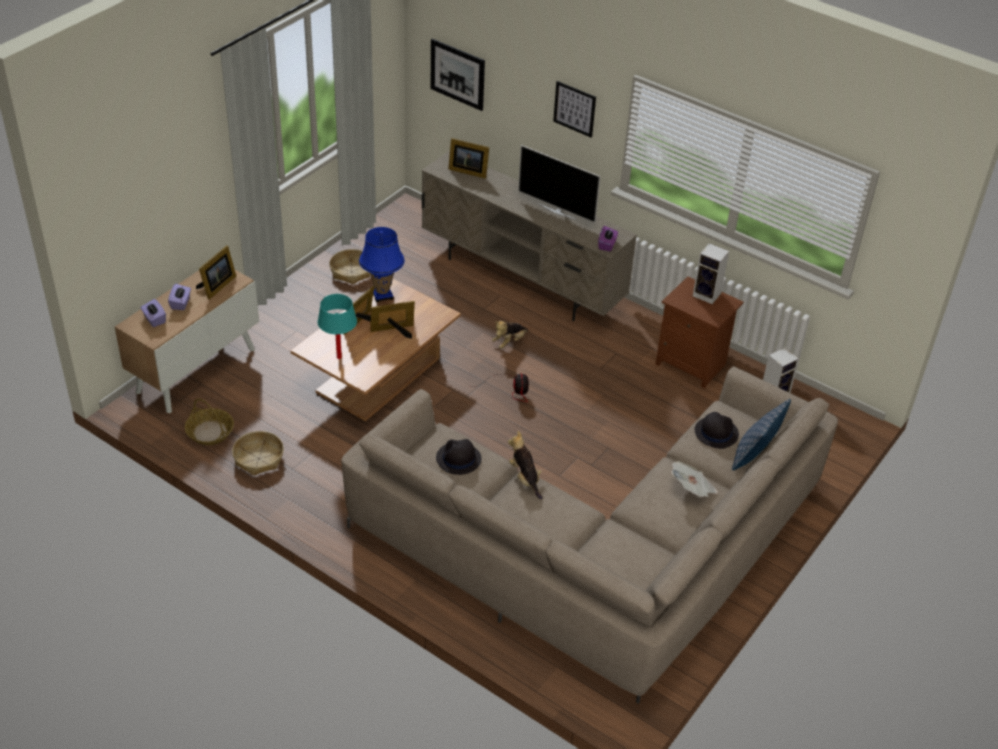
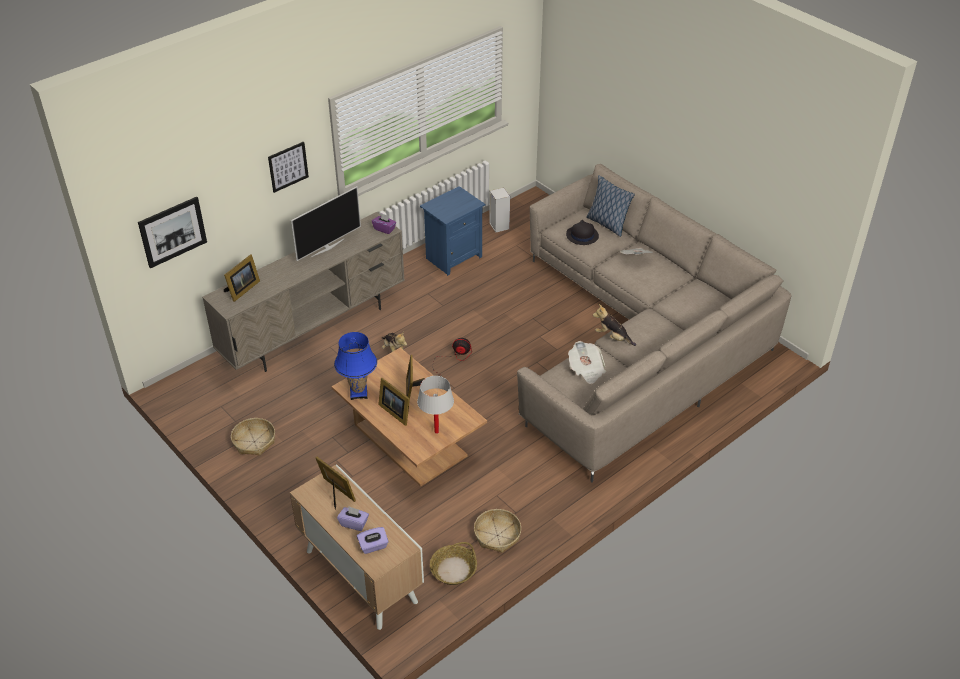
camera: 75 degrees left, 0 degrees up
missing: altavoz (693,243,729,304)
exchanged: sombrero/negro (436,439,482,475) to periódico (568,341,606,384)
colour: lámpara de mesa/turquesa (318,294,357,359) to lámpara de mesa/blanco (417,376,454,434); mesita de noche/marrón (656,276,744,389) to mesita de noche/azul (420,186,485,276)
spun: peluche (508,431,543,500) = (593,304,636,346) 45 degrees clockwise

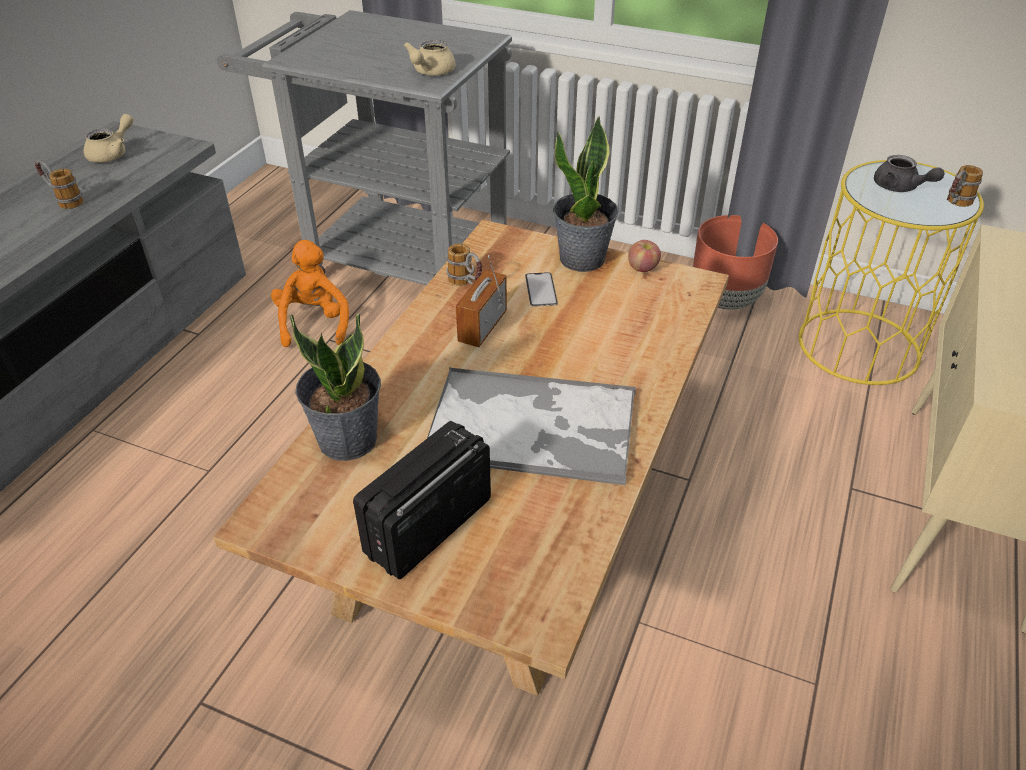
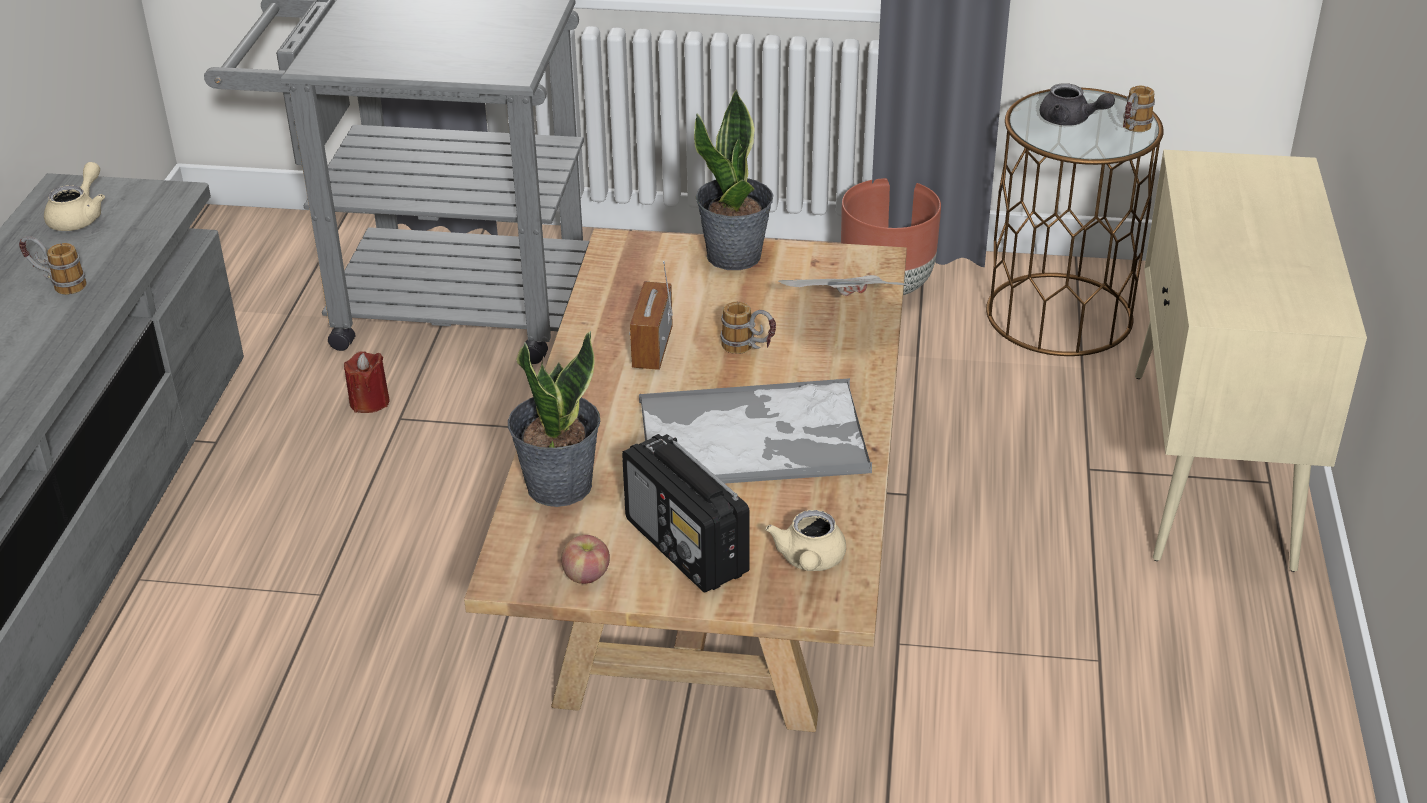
camera: 15 degrees left, 5 degrees down
missing: móvil (525,272,558,307)
appeared: periódico (779,275,915,296)
relocated: manzana (628,240,661,272) to (561,535,610,584); taza grande (447,244,482,286) to (720,301,776,354); tetera/beis (404,40,456,76) to (765,510,846,571)
exchanged: peluche/naranja (271,240,349,347) to vela/rojo (344,351,389,413)
colour: mesa auxiliar/amarillo (799,160,984,385) to mesa auxiliar/marrón (986,87,1164,356)
spun: radio (353,421,491,579) = (622,434,750,593) 60 degrees counterclockwise

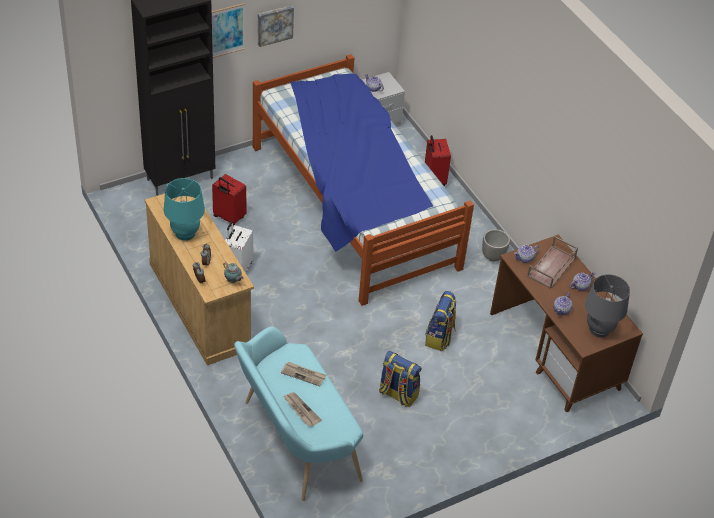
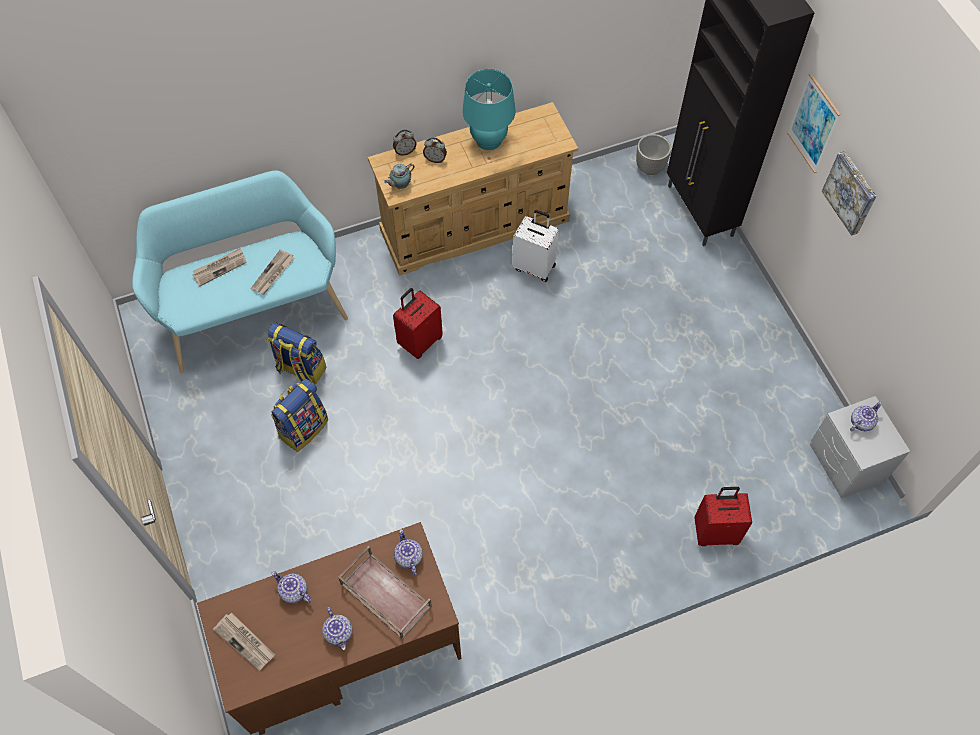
camera: 100 degrees right, 15 degrees up
missing: cama (253,54,474,306)
relocated: mochila (425,291,456,351) to (268,322,326,385); maleta/rojo (212,174,246,226) to (393,288,443,359); maceta (482,229,510,262) to (636,134,671,175)
exchanged: lámpara de mesa/gris (585,274,630,338) to periódico (213,612,275,671)

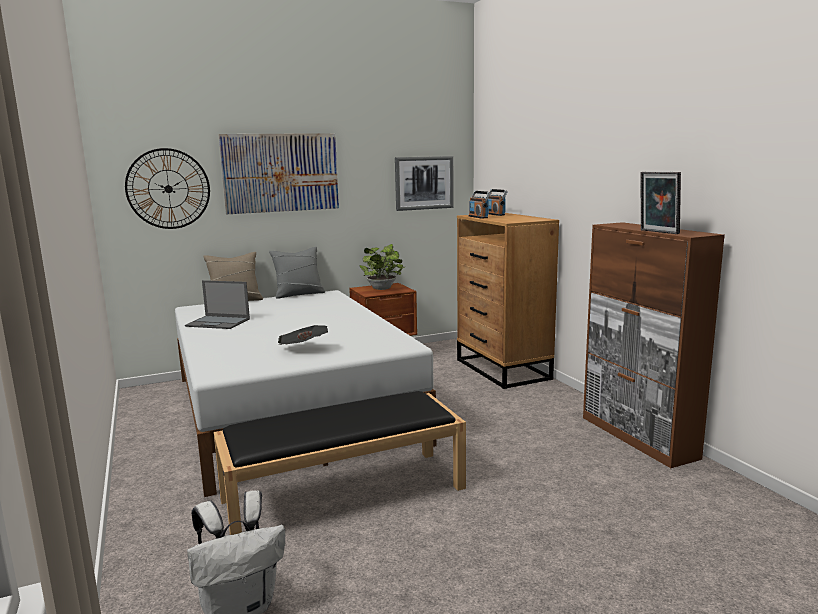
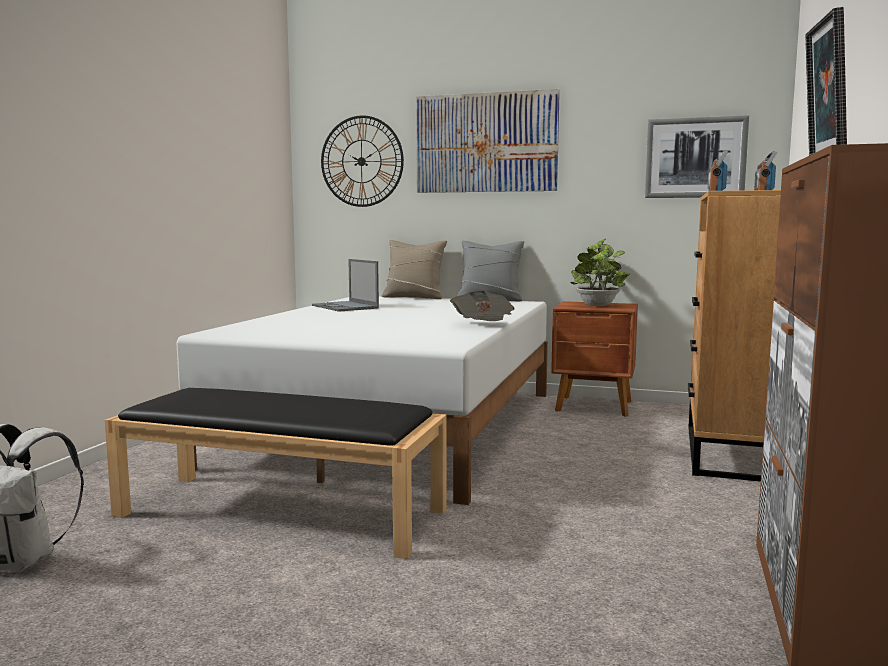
camera: 40 degrees right, 5 degrees down
relocated: periódico (278,325,328,345) to (450,291,515,321)

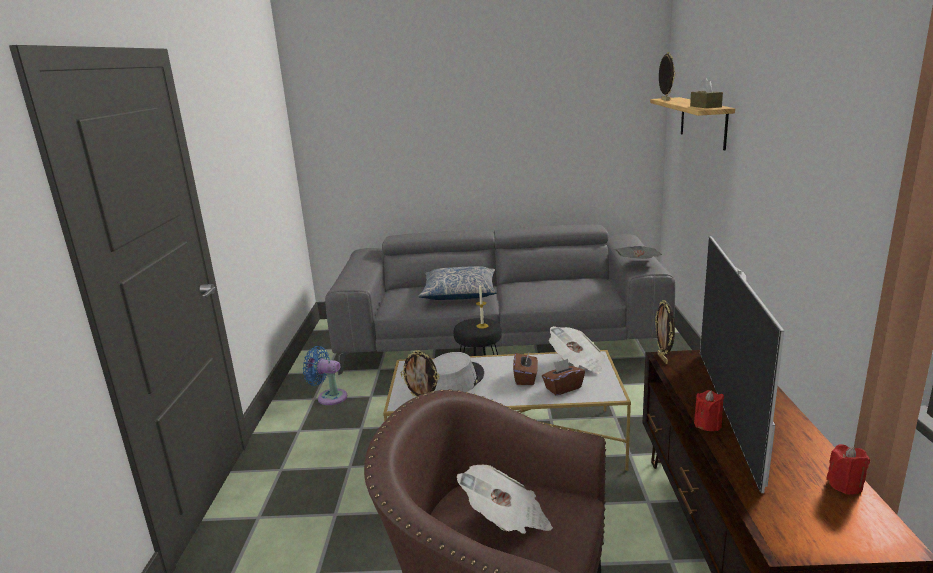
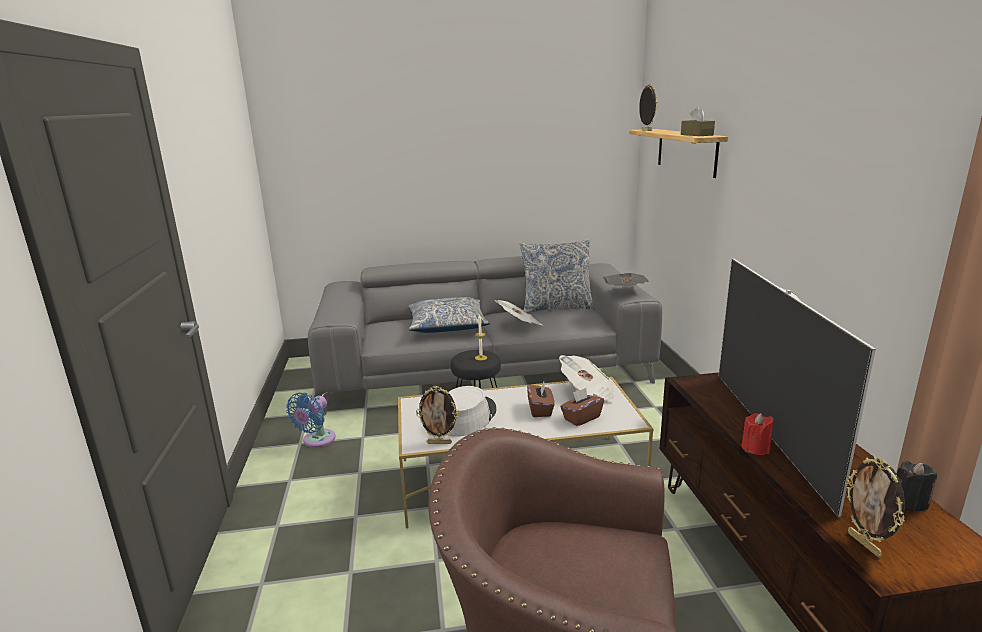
camera: 10 degrees left, 0 degrees up
appeared: cojín (520,239,595,313)
relocated: periódico (457,465,553,534) to (494,300,542,325); portarretratos (655,300,675,364) to (845,457,905,557)
colour: vela/rojo (826,444,870,494) to vela/negro (897,461,937,511)
spun: ventilador/azul (303,346,347,405) = (286,393,336,448) 75 degrees counterclockwise

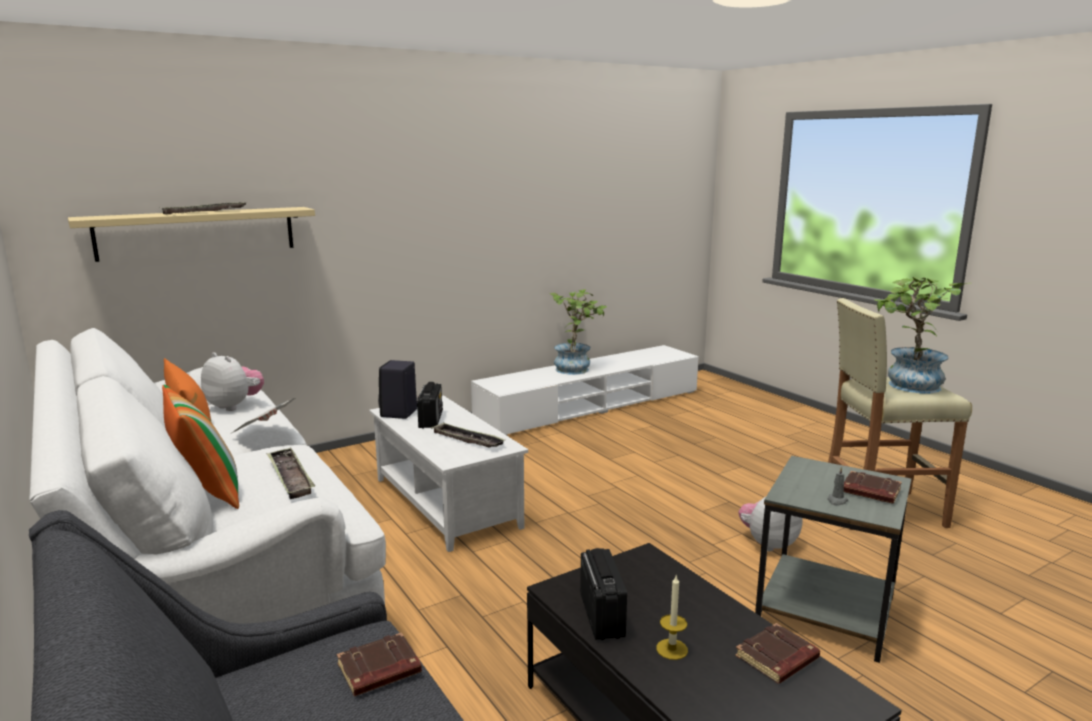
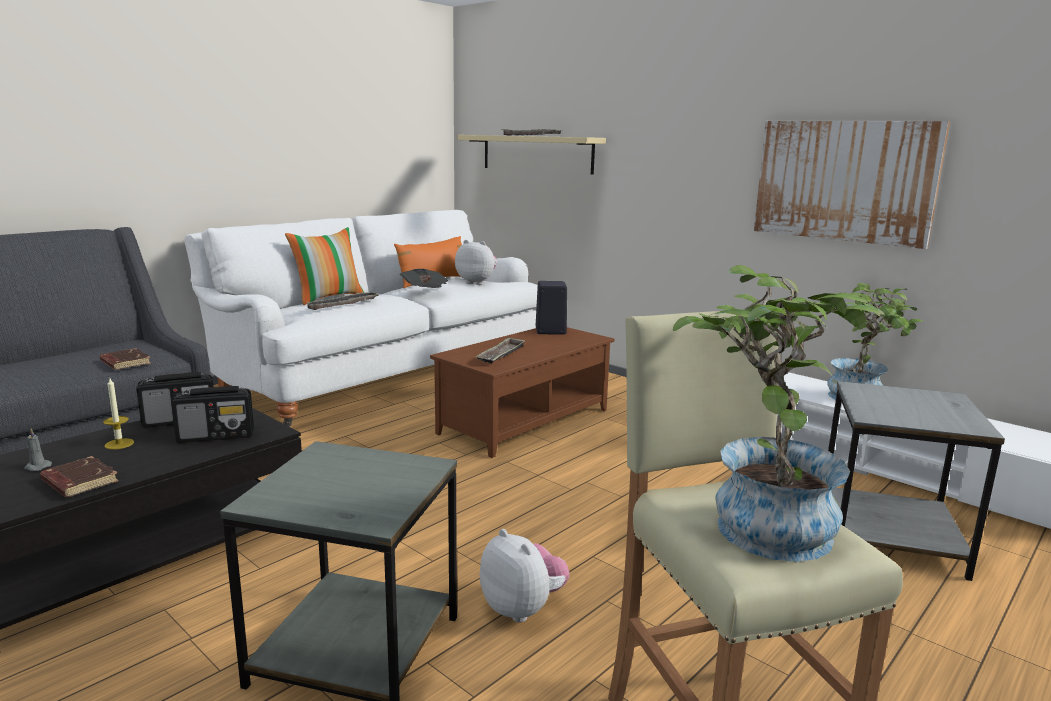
camera: 75 degrees right, 0 degrees up
missing: libro/marrón (844,471,902,504)
appeared: cuadro (754,121,950,249); mesa auxiliar/gris (828,381,1005,581)
relocated: vela/gris (828,467,848,506) to (24,428,52,471); radio (417,382,443,429) to (171,386,254,443)
colour: mesa de centro/blanco (369,396,528,552) to mesa de centro/marrón (430,327,614,458)
spun: peluche (201,352,264,411) = (455,240,497,285) 90 degrees counterclockwise

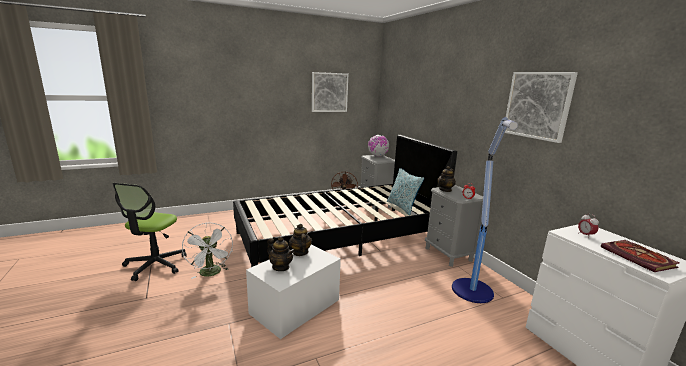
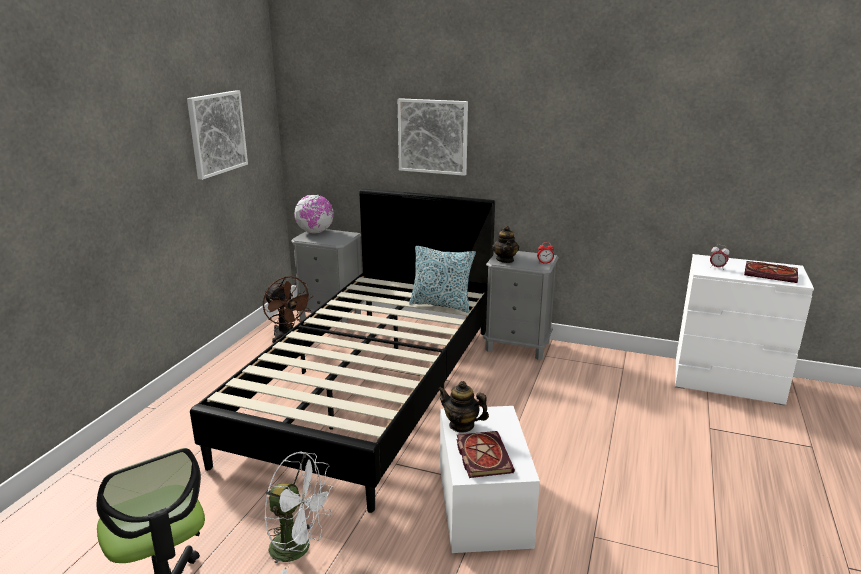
camera: 45 degrees left, 5 degrees up
missing: lámpara de pie (452,117,518,303)
relocated: cuadro (505,72,578,143) to (398,98,468,176)
exchanged: tetera (267,237,294,271) to libro (456,431,515,478)

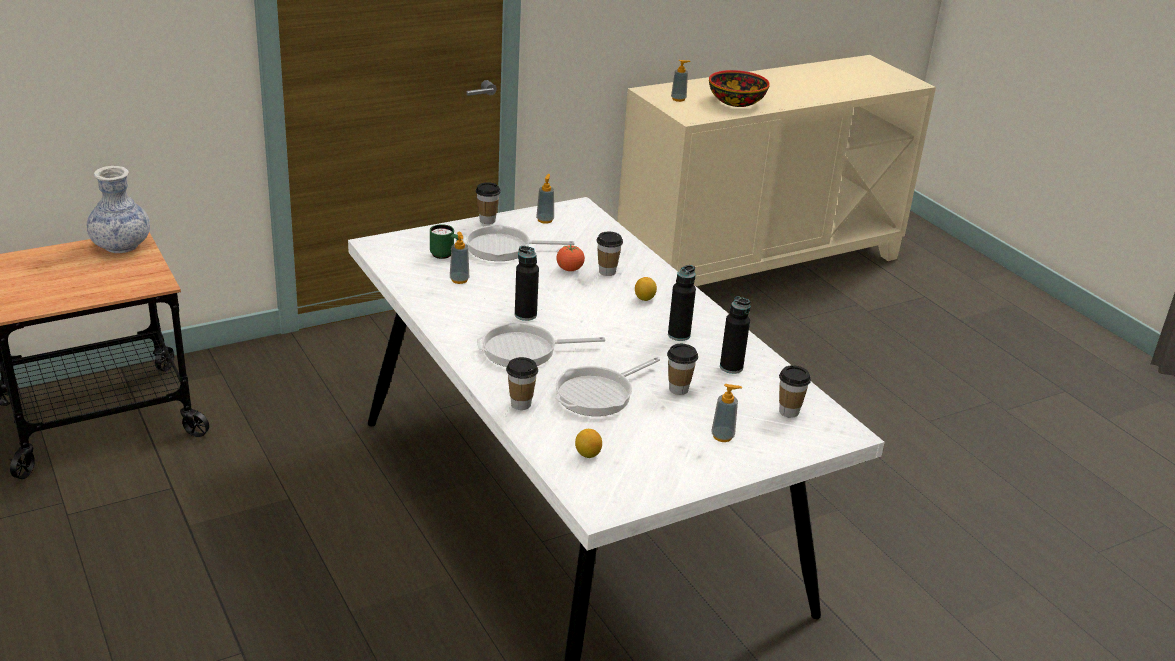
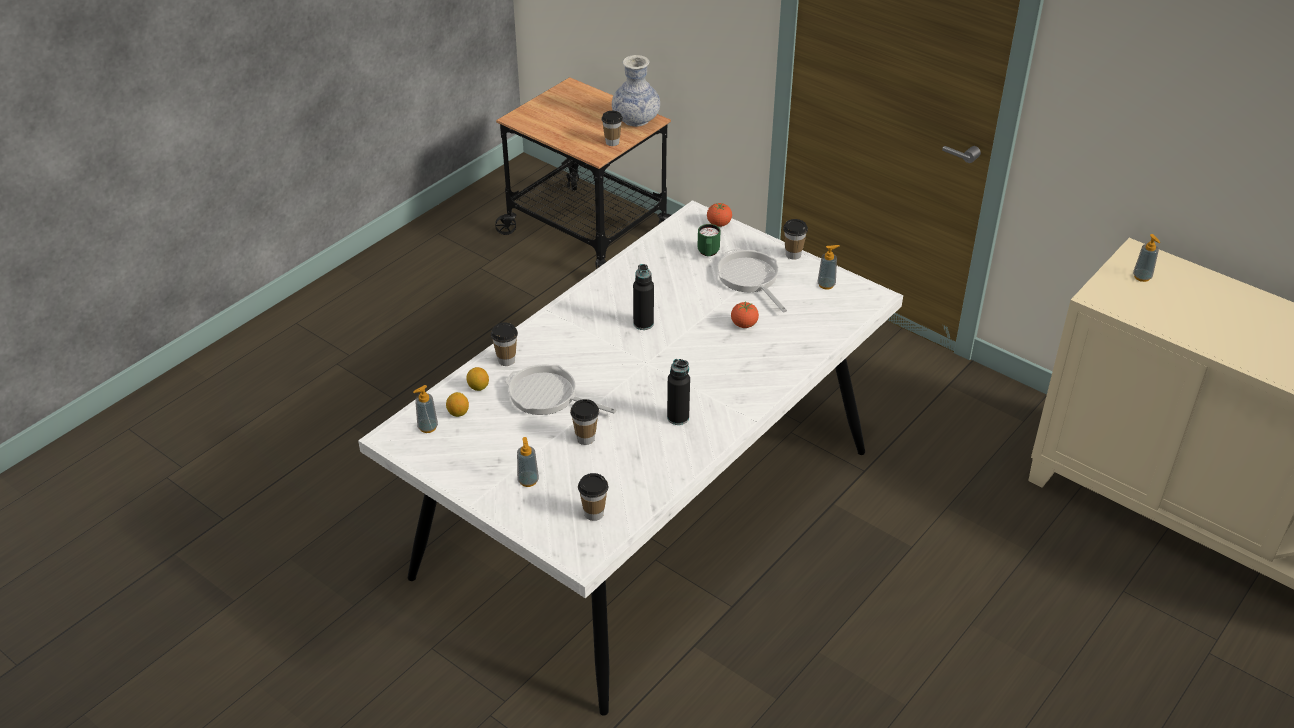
camera: 70 degrees right, 10 degrees up
missing: sartén (477,322,605,367); cuenco (709,70,770,107); botella/negro (720,296,751,374)
appeared: tomate (707,203,732,227)
relocated: dispensador de jabón (450,232,469,284) to (413,385,438,433); limón (635,277,657,301) to (466,367,489,391); taza (596,232,623,276) to (602,111,623,146)

